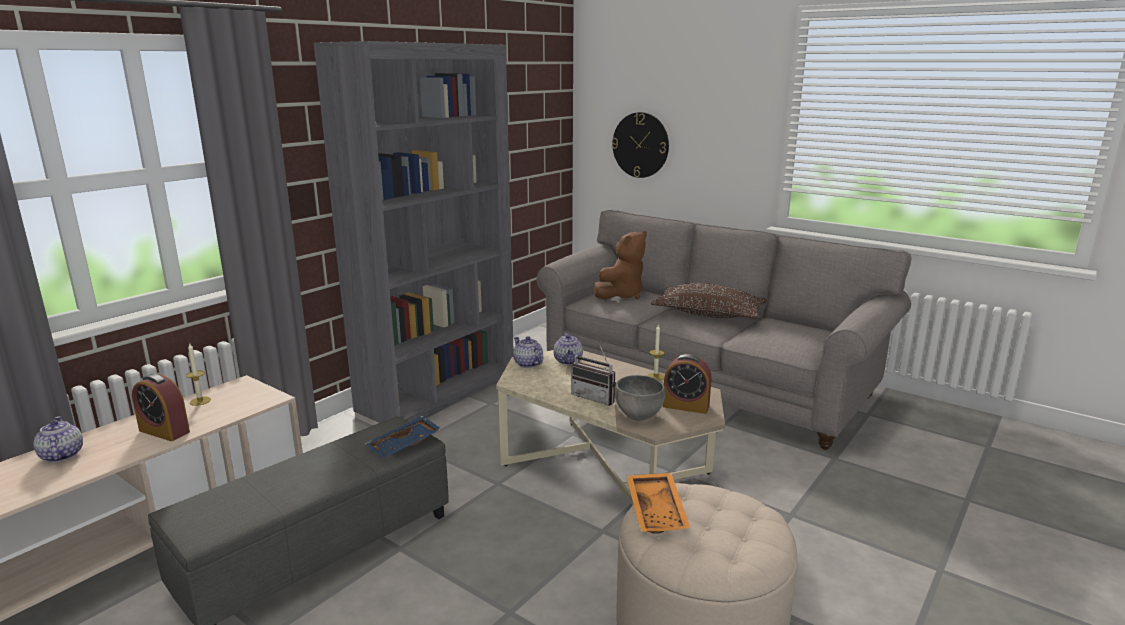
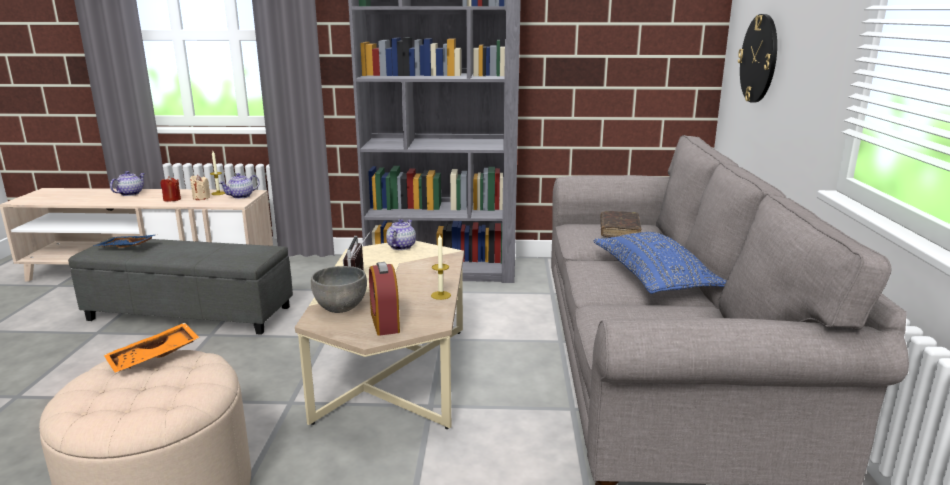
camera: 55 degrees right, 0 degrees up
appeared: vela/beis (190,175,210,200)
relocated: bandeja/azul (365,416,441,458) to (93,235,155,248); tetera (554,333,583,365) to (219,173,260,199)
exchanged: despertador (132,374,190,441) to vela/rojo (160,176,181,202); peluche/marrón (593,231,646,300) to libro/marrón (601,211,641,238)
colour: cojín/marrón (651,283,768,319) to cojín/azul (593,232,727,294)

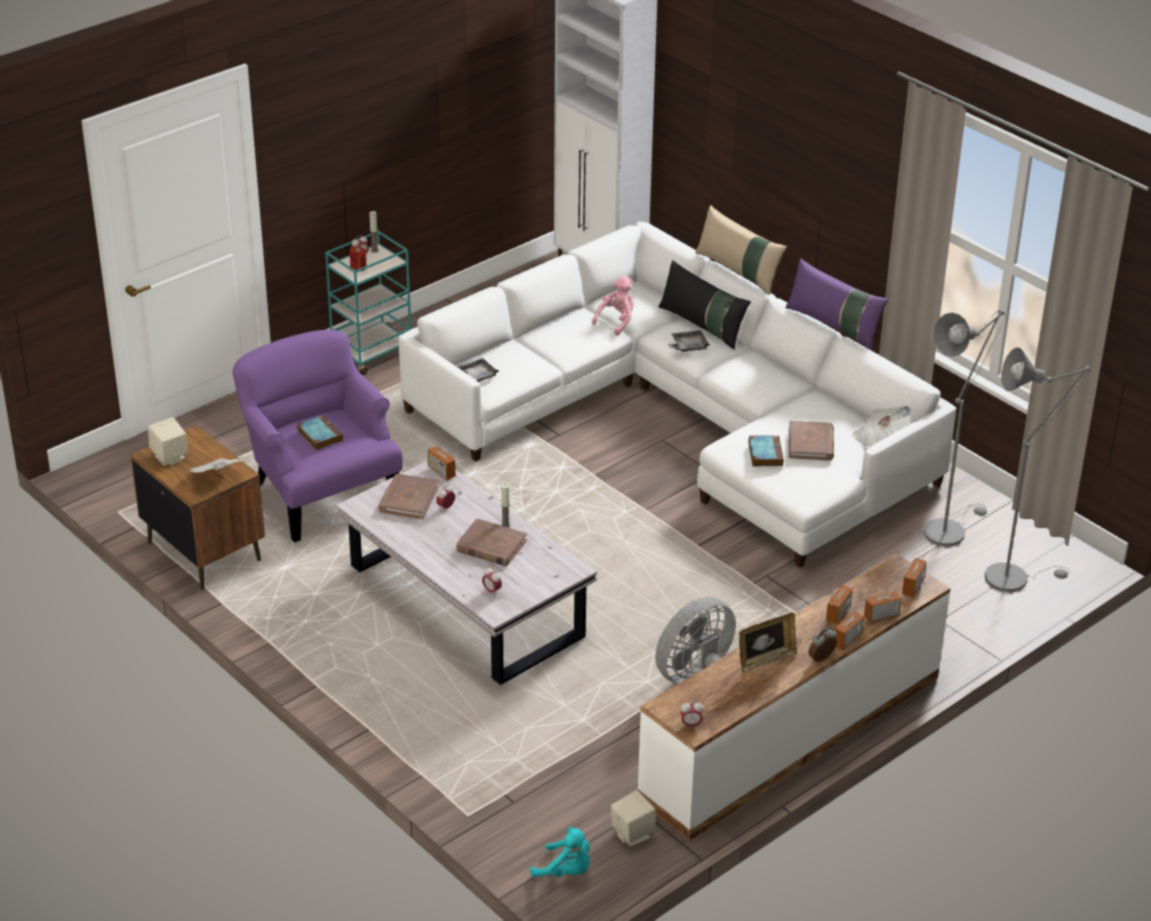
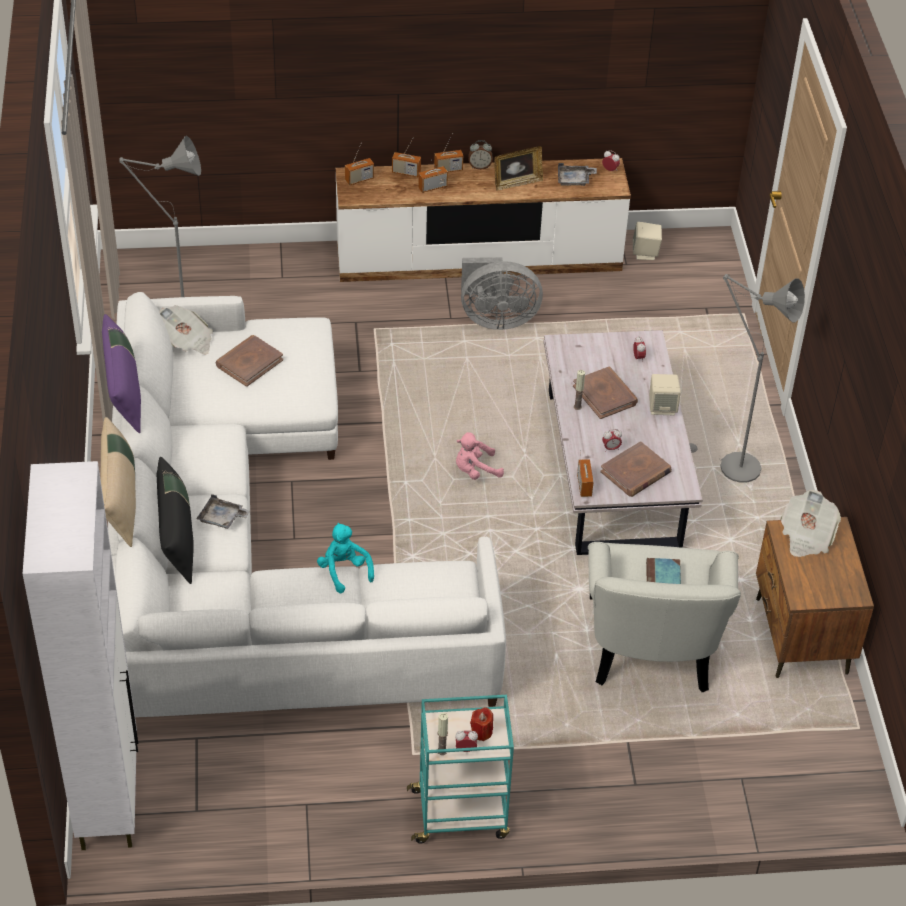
camera: 145 degrees left, 10 degrees up
missing: libro (748,435,784,466)
relocated: peluche/turquesa (530,827,590,877) to (317,523,374,593); peluche/rosa (592,276,634,336) to (456,432,504,480); bandeja/gris (457,358,499,382) to (558,163,597,186); altavoz/beis (148,417,187,466) to (649,374,681,415); lámpara de pie/gris (985,348,1090,592) to (689,274,805,483)
colour: sillón/morado (233,330,403,542) to sillón/blanco (588,542,741,693)
spun: portarretratos (739,613,798,673) = (494,146,543,191) 150 degrees clockwise

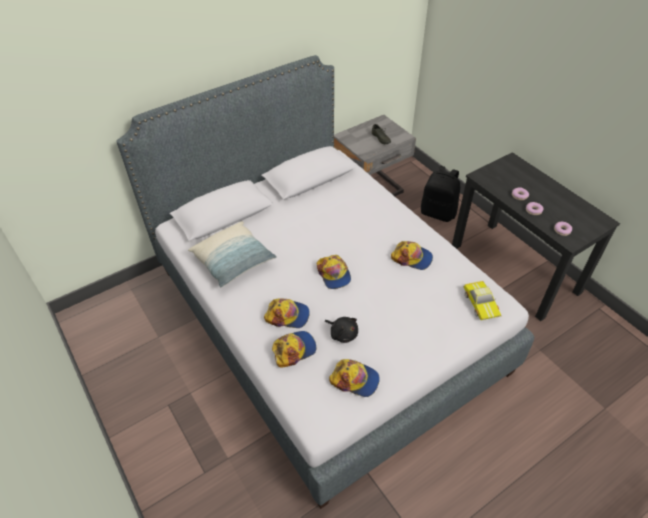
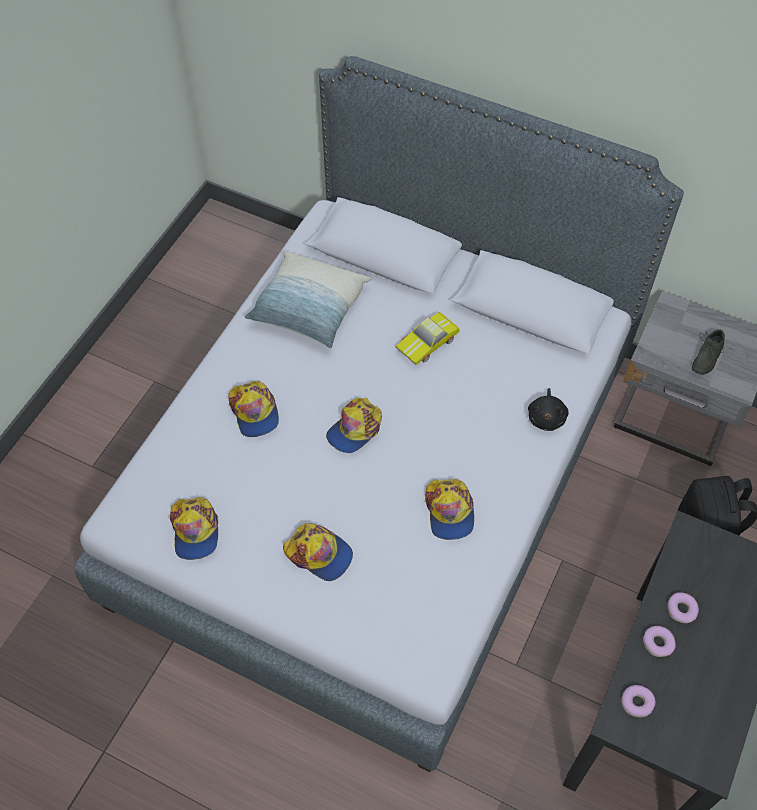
camera: 60 degrees right, 10 degrees up
relocated: gorra (272,331,316,368) to (283,523,353,581); coche de juguete (464,281,501,320) to (395,312,459,365); peluche/negro (325,317,358,343) to (528,388,569,431)

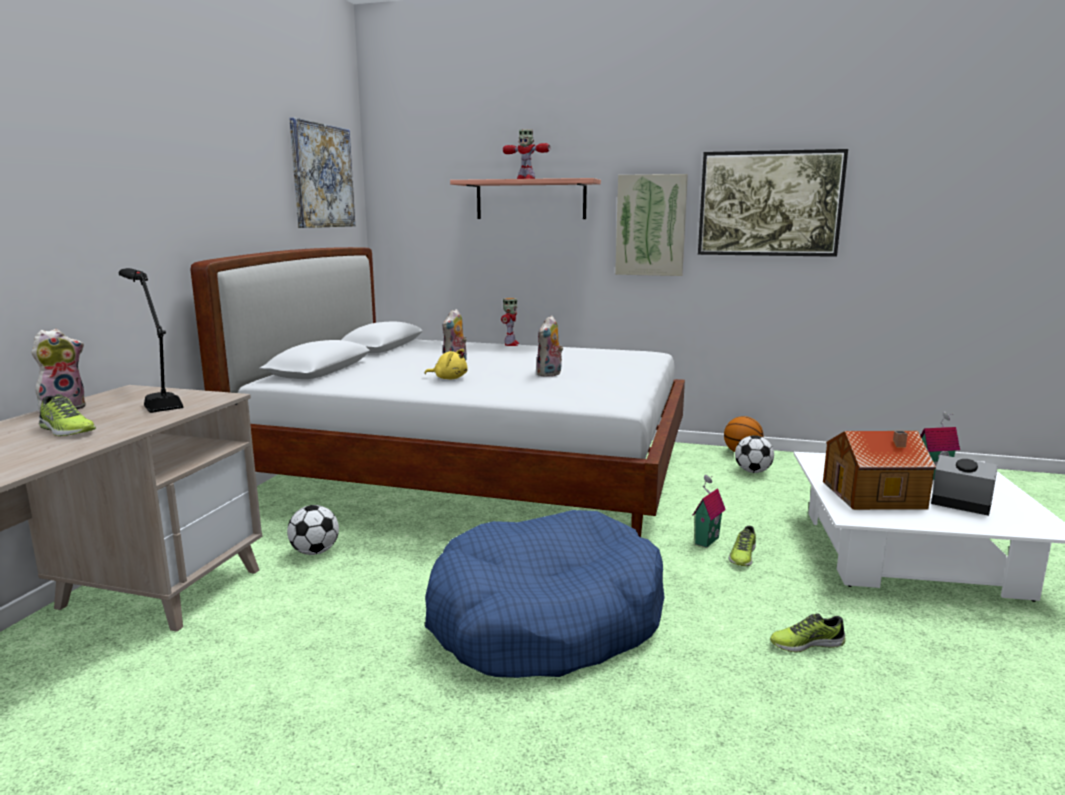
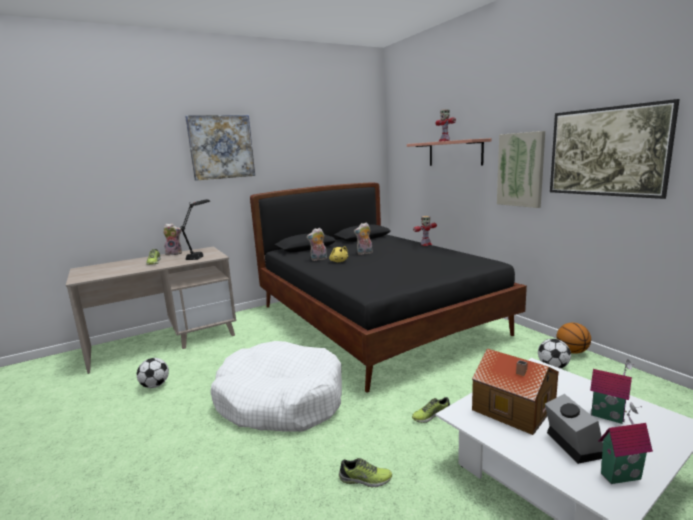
camera: 45 degrees right, 0 degrees up
relocated: balón de fútbol (287,505,339,555) to (137,358,169,388); cuadro (289,118,355,228) to (185,115,255,181); peluche (537,316,563,377) to (306,228,327,261); casita (692,475,726,548) to (598,402,653,484)
colour: cama para perro/azul (425,510,665,678) to cama para perro/blanco (211,341,342,432); cama/blanco (191,247,685,537) to cama/negro (250,183,527,392)
spun: zapato (770,613,846,652) = (339,458,392,487) 150 degrees clockwise

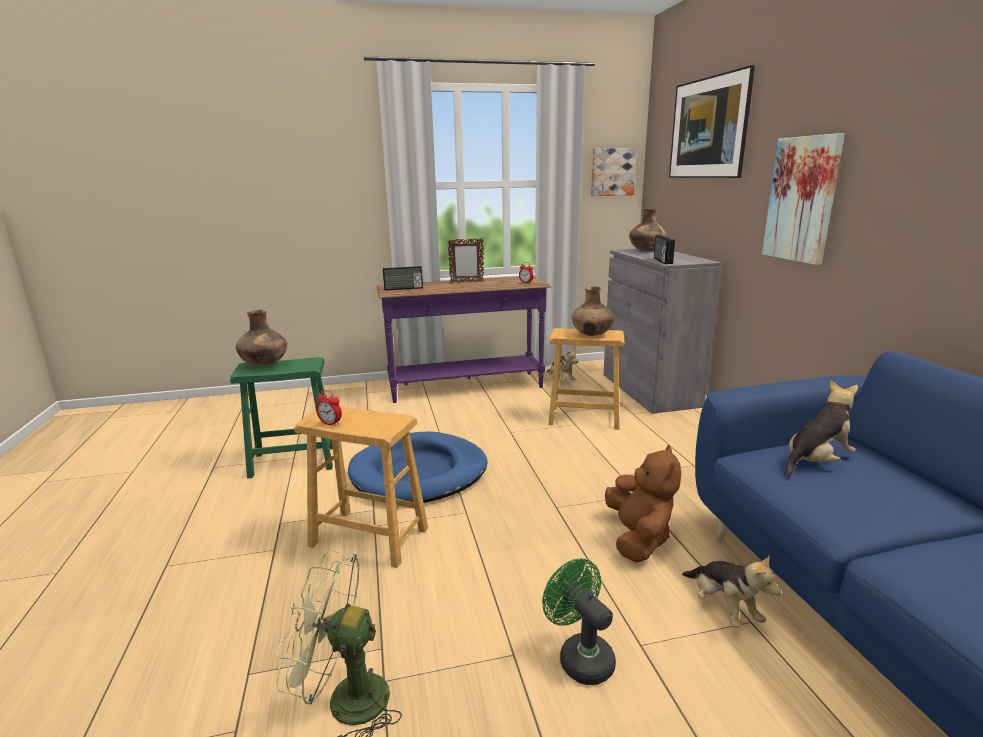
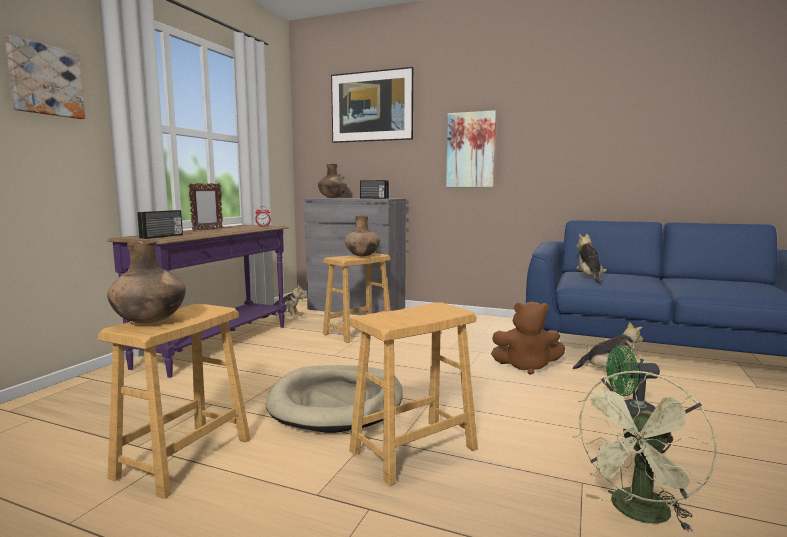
camera: 55 degrees left, 10 degrees down
missing: despertador (316,390,342,426)
relocated: cuadro (591,148,637,196) to (5,35,85,119)
colour: taburete/verde (230,357,333,479) to taburete/marrón (98,304,251,499); cama para perro/azul (348,432,488,503) to cama para perro/beis (266,365,403,433)
spun: peluche/marrón (605,445,681,563) = (491,302,565,375) 150 degrees clockwise

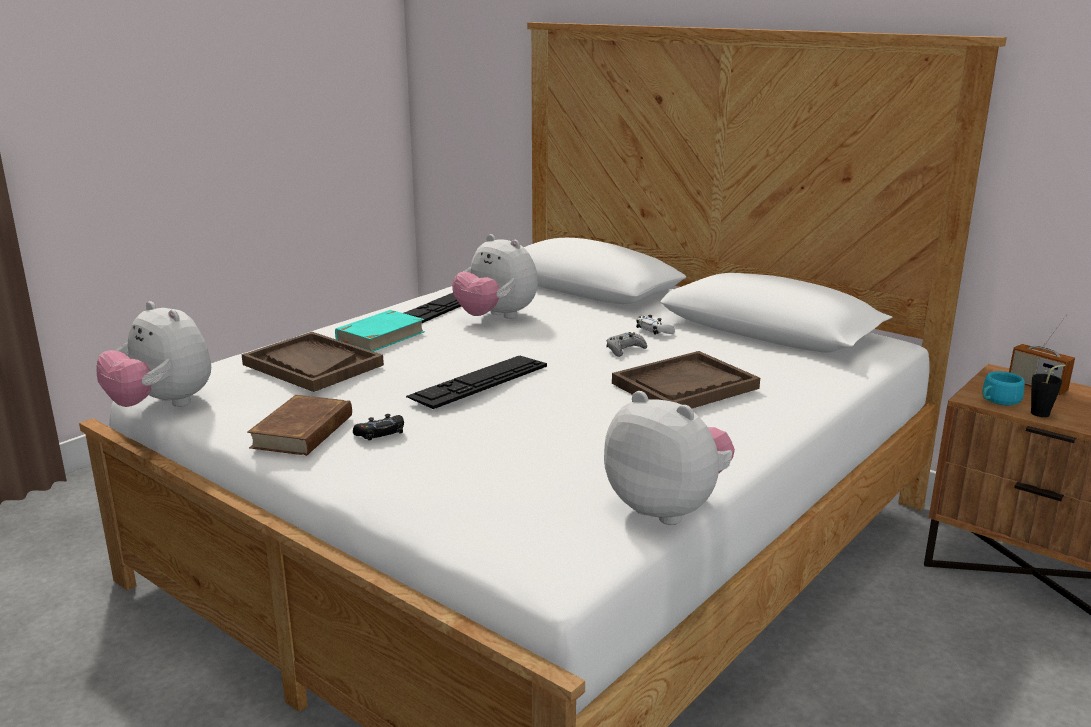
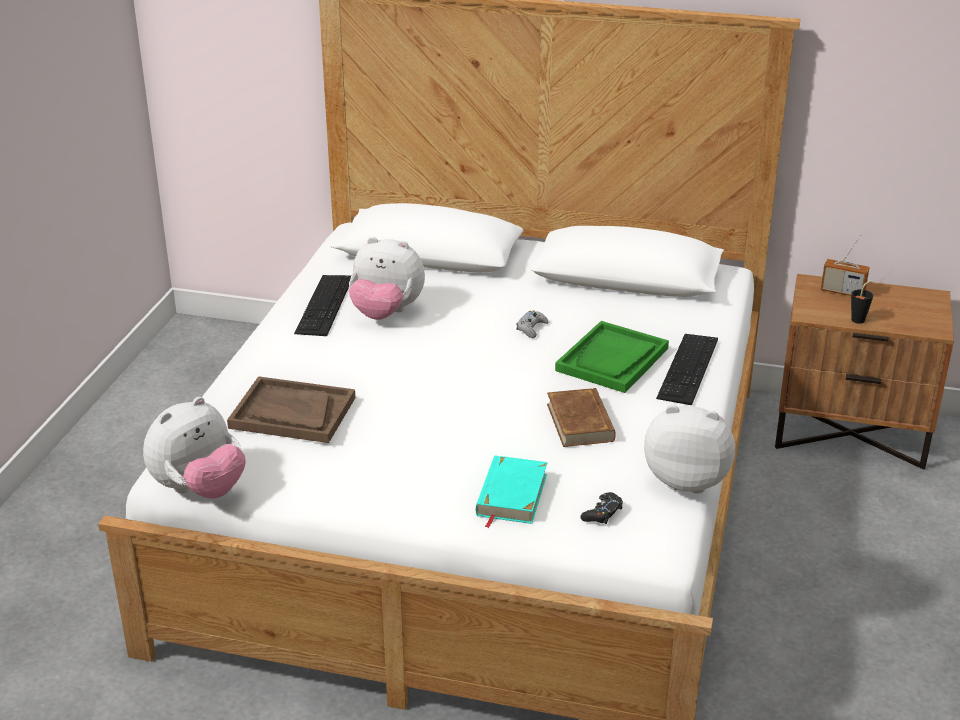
camera: 25 degrees left, 10 degrees up
missing: mando de consola/blanco (636,315,675,335); taza/turquesa (982,371,1025,405)
relocated: libro/turquesa (335,310,425,352) to (476,455,548,528); libro/marrón (247,395,352,456) to (547,388,616,447); mando de consola/negro (353,414,404,441) to (581,492,623,524); teclado (406,356,547,409) to (656,334,718,405)
colour: bandeja/marrón (612,351,760,408) to bandeja/verde (555,321,669,393)
spun: peluche (96,301,211,407) = (143,397,246,499) 60 degrees counterclockwise

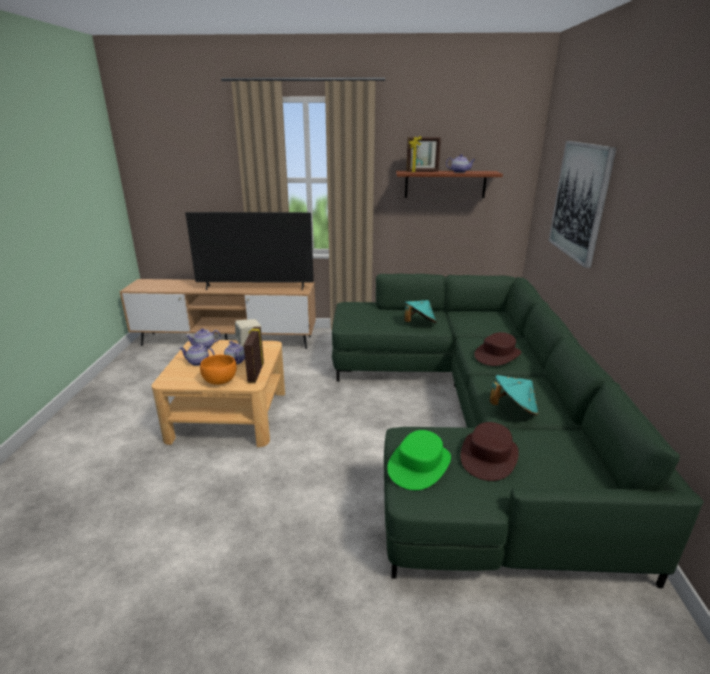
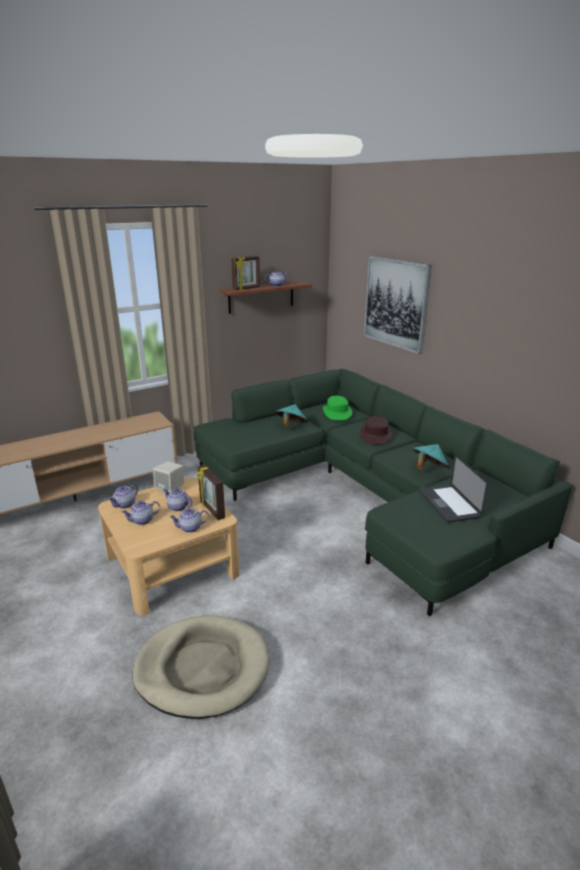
camera: 35 degrees left, 0 degrees up
missing: televisor (185,212,314,290)
appeared: cama para perro/beis (132,615,269,719)
relocated: sombrero/verde (387,430,451,490) to (323,396,352,421)
exchanged: cuenco/naranja (200,355,237,385) to tetera (169,508,209,533); sombrero/marrón (461,422,519,481) to portátil (419,455,488,523)

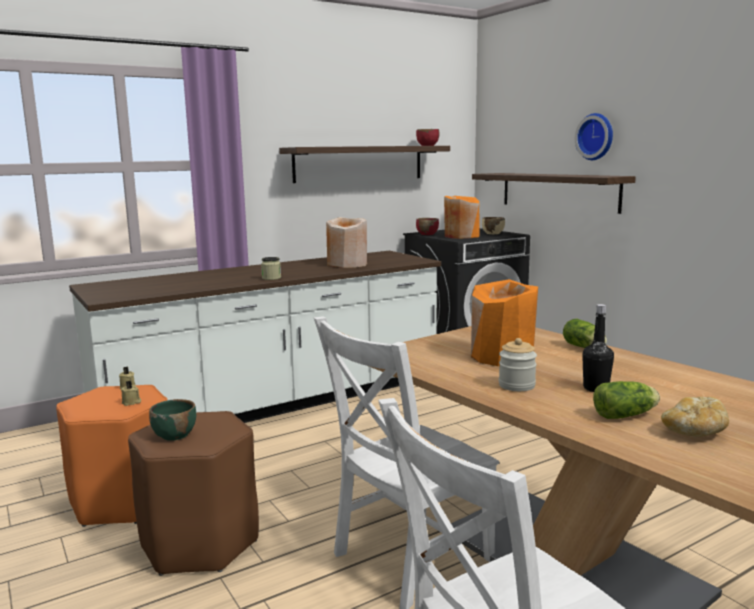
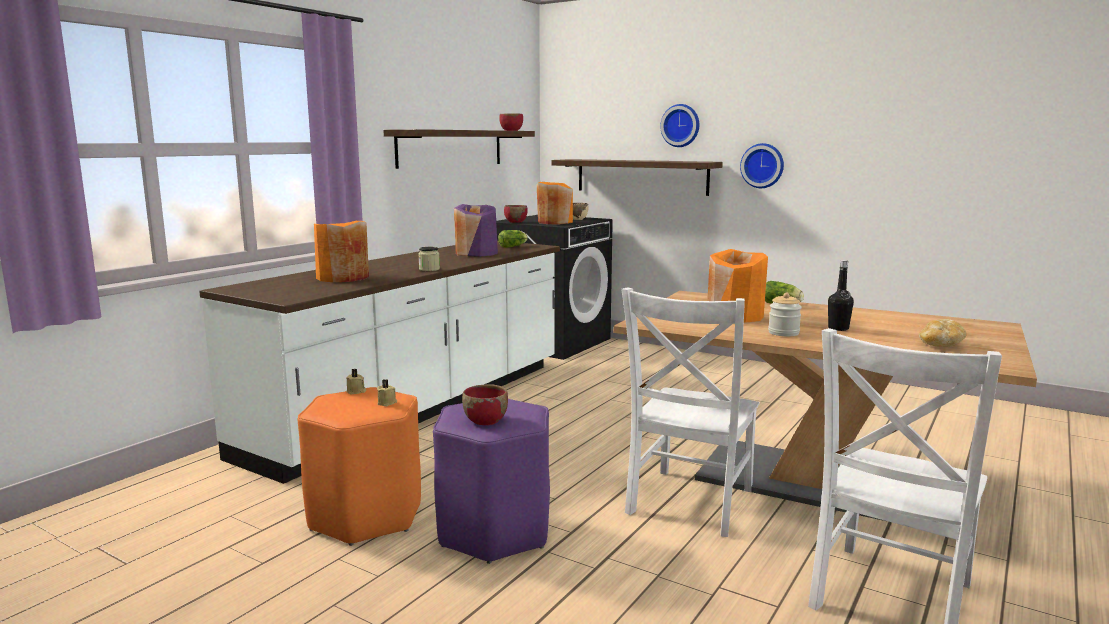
camera: 25 degrees left, 0 degrees up
appeared: florero/naranja (314,221,369,282); reloj de pared (740,143,784,188)
relocated: lechuga (593,381,660,419) to (498,230,528,248)
colour: taburete/marrón (128,411,259,576) to taburete/morado (433,399,550,564); florero/beis (326,217,367,268) to florero/morado (454,204,498,256); cuenco/verde (149,399,196,441) to cuenco/rojo (462,384,508,425)

